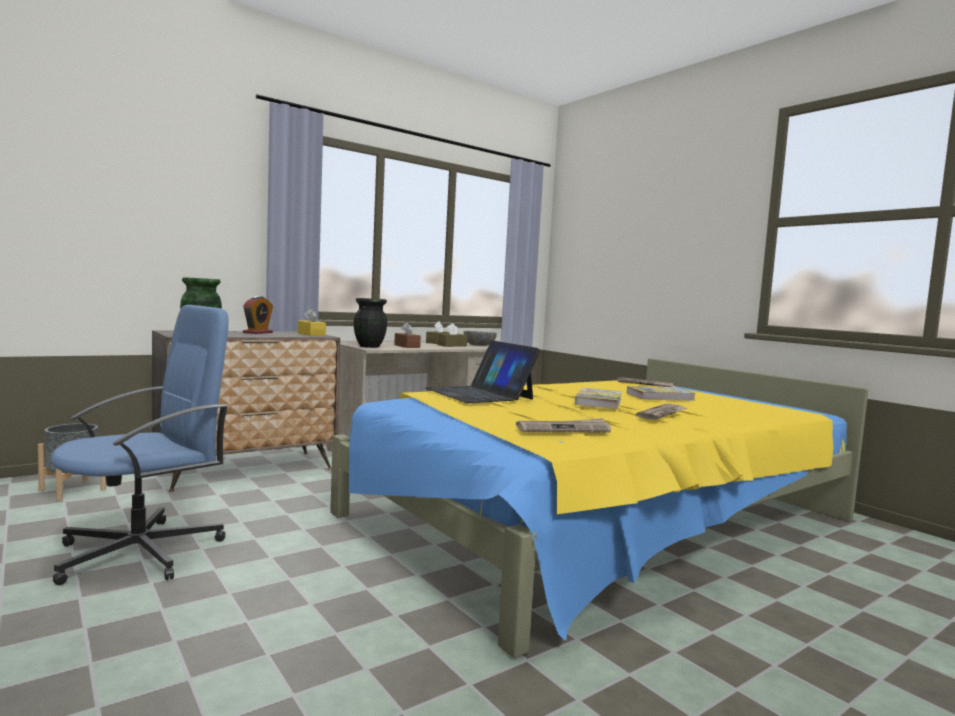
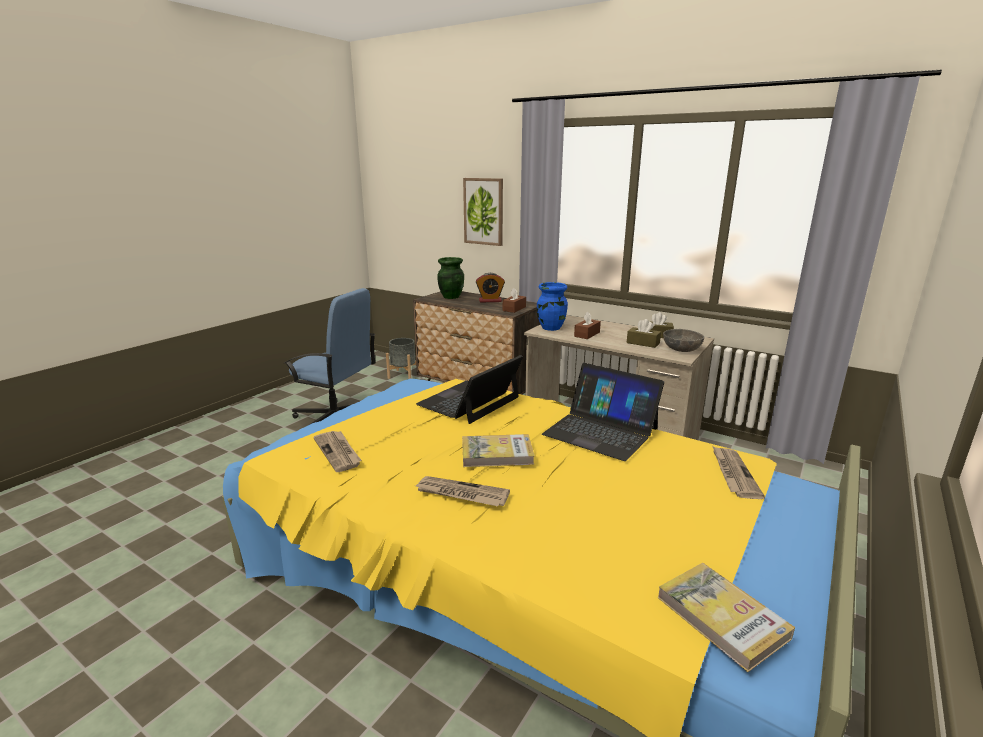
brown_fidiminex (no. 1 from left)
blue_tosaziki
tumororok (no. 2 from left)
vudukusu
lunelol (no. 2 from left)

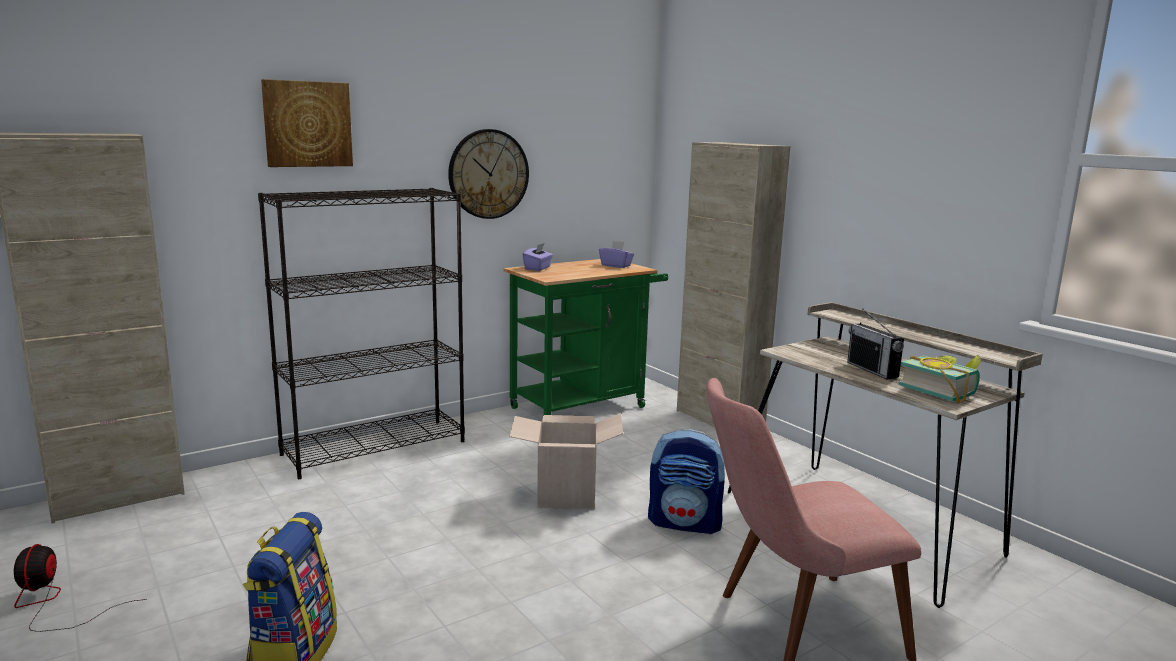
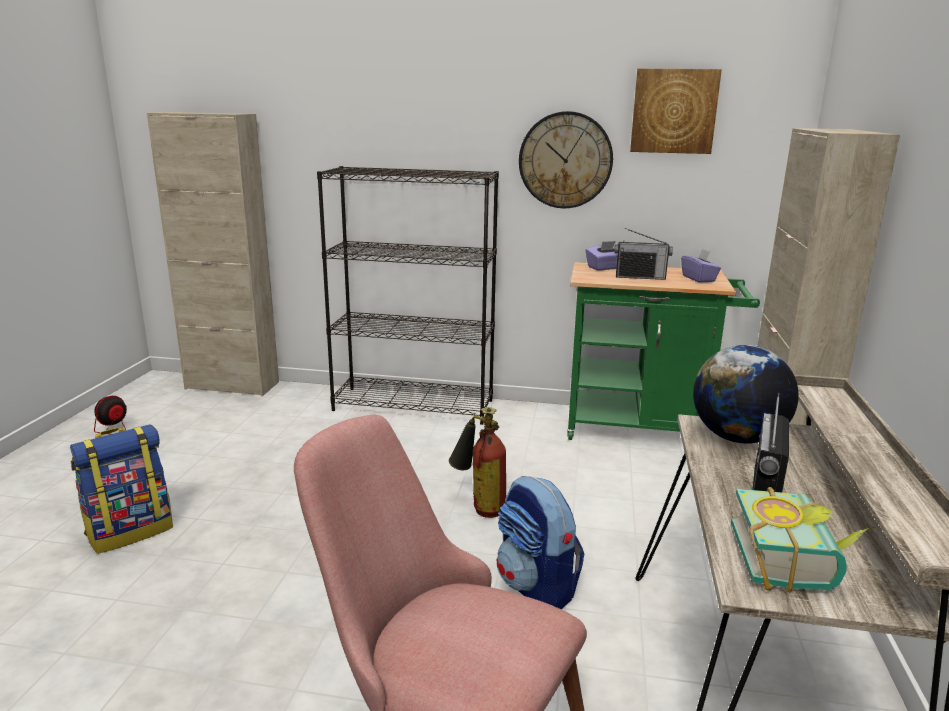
vudukusu
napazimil
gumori (no. 1 from left)
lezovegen

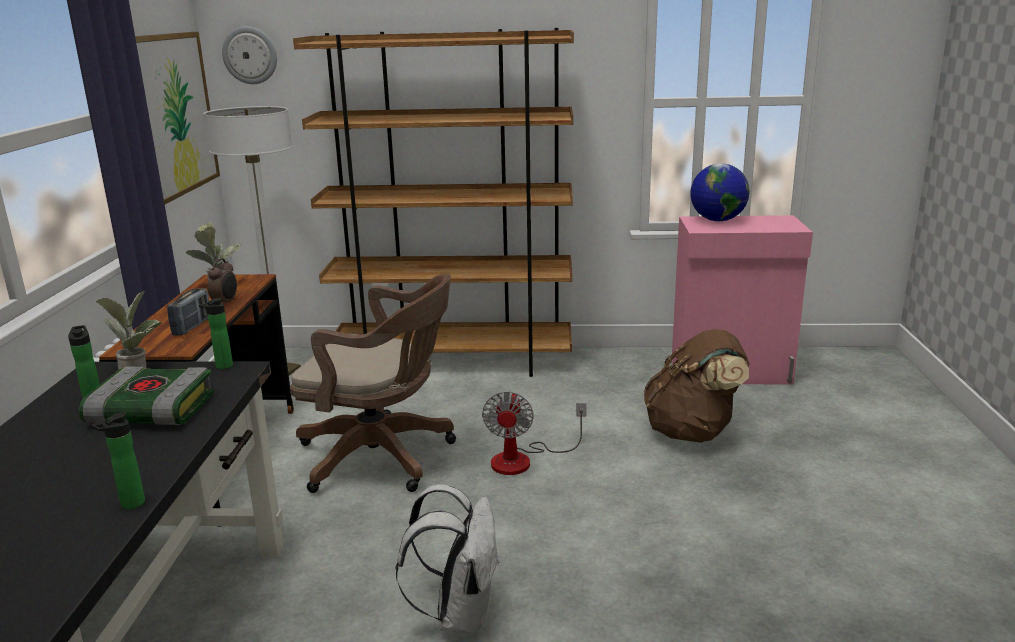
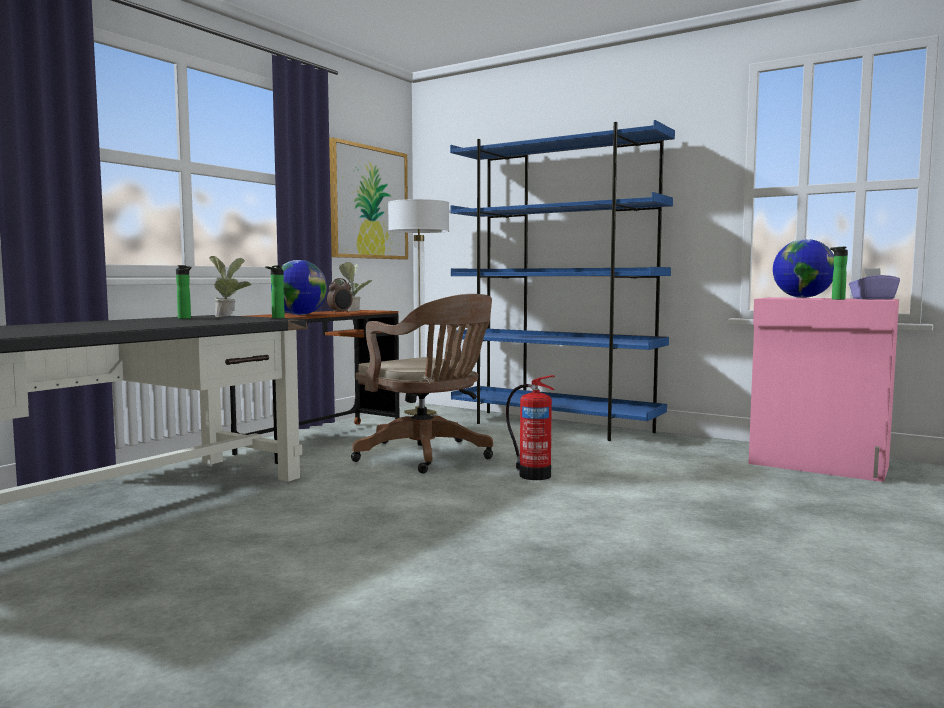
tumororok
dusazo (no. 3 from left)
lezovegen (no. 1 from left)
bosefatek
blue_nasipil
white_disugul
napazimil
brown_disugul
purple_fidiminex

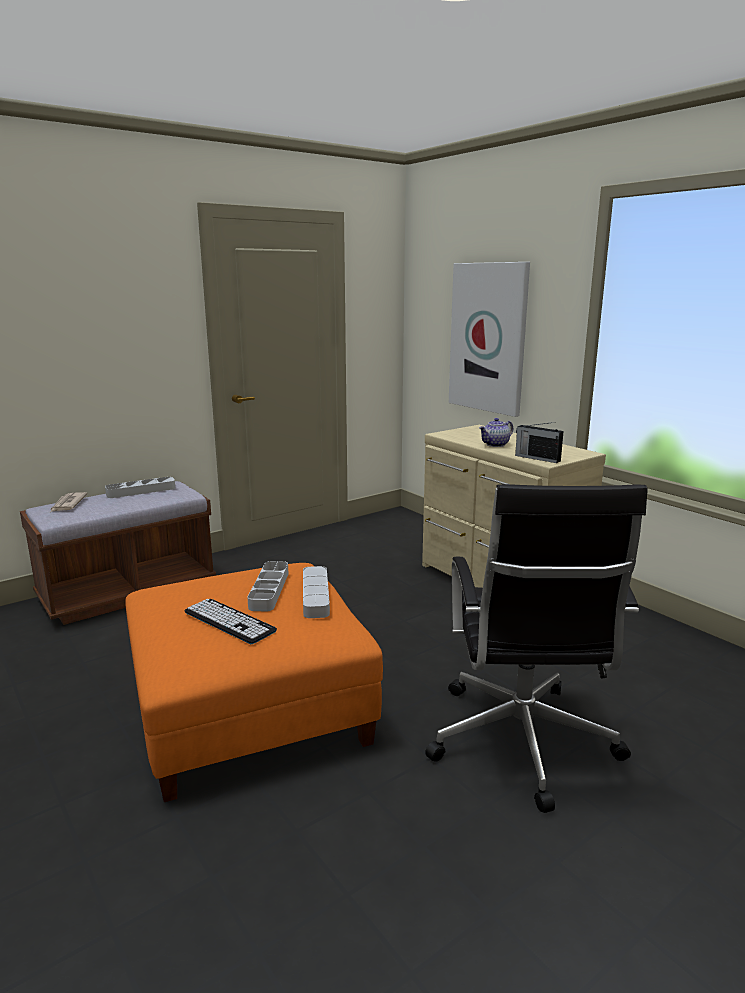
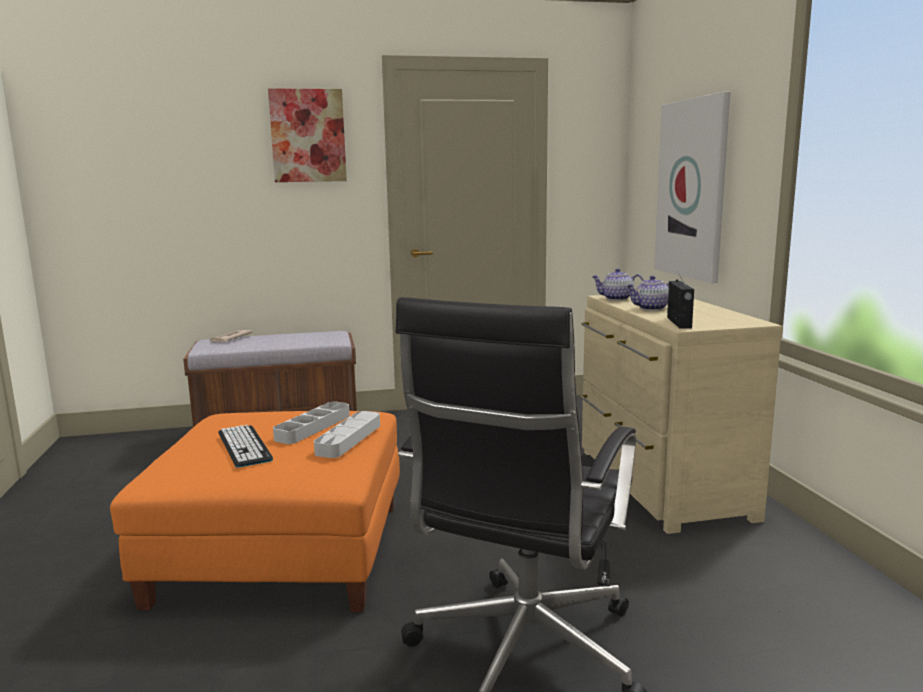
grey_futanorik (no. 1 from left in the first image)
gumori
vudukusu (no. 1 from left)
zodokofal (no. 1 from left)

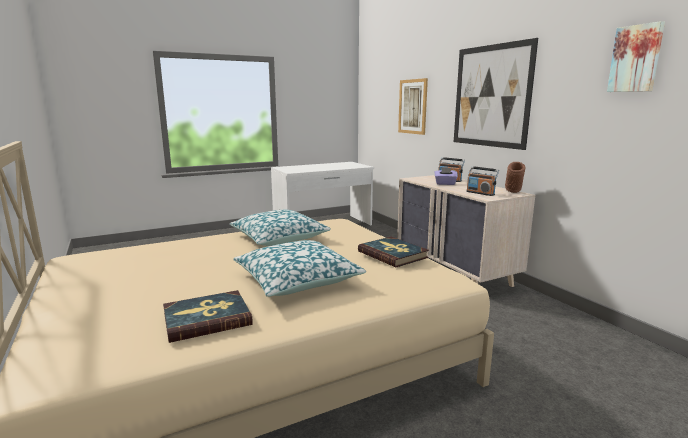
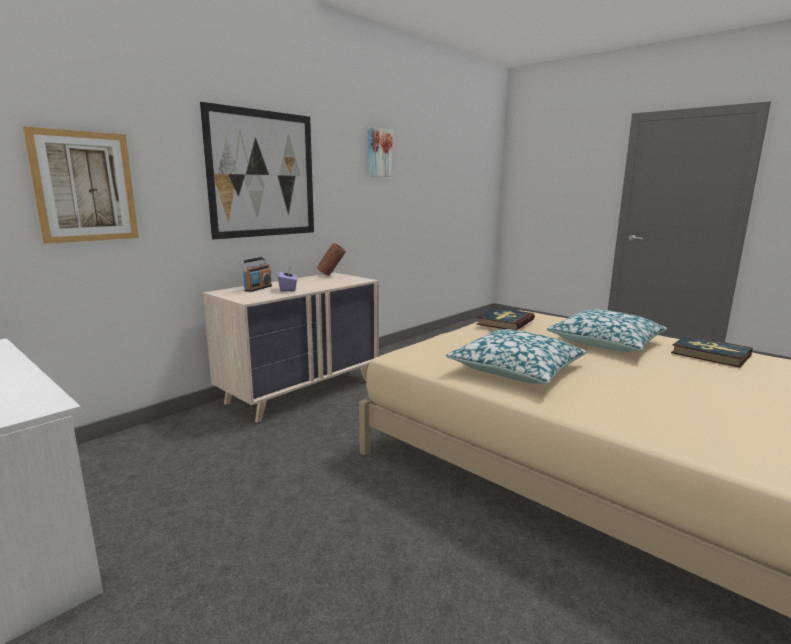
gumori (no. 2 from left in the first image)

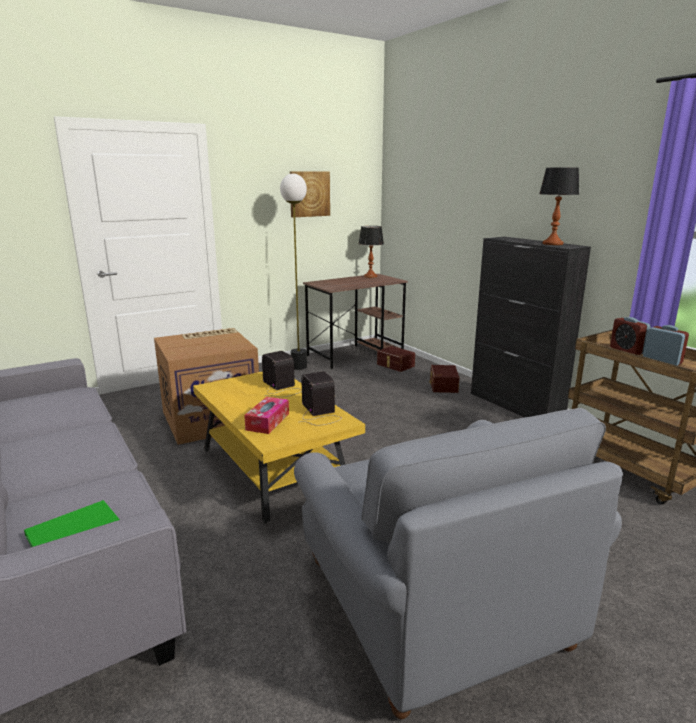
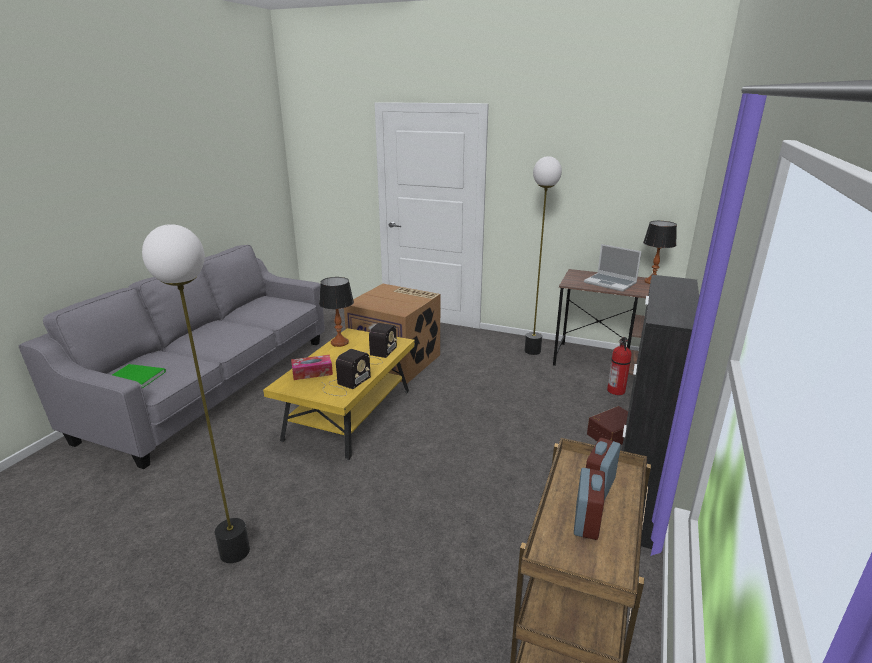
vudukusu
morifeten (no. 1 from left)
napazimil
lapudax (no. 1 from left)
lunelol

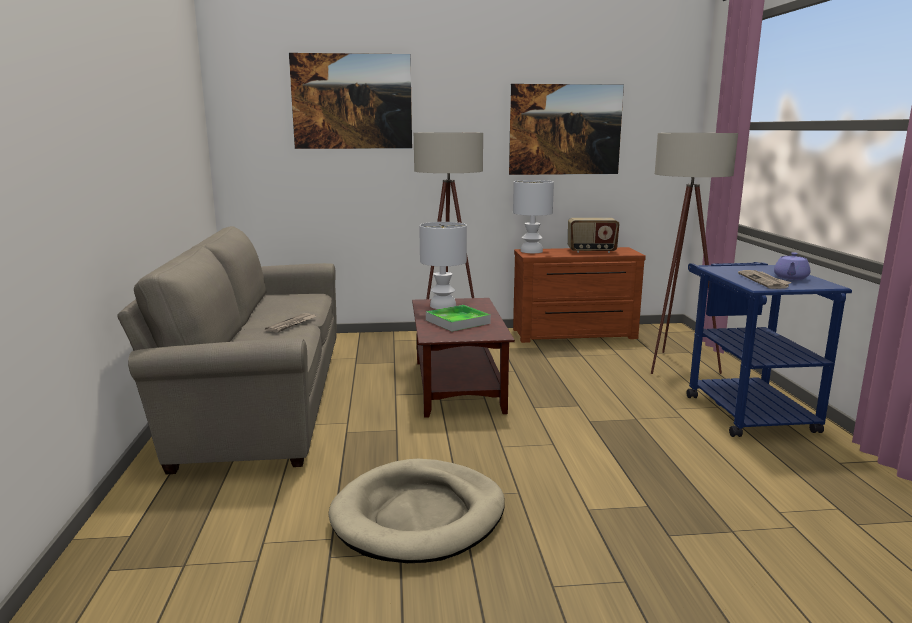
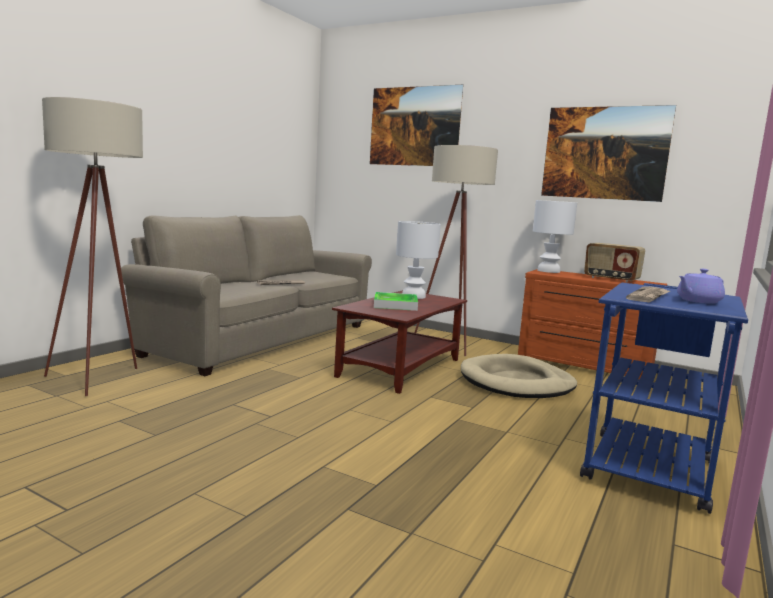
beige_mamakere
beige_morifeten (no. 1 from left)

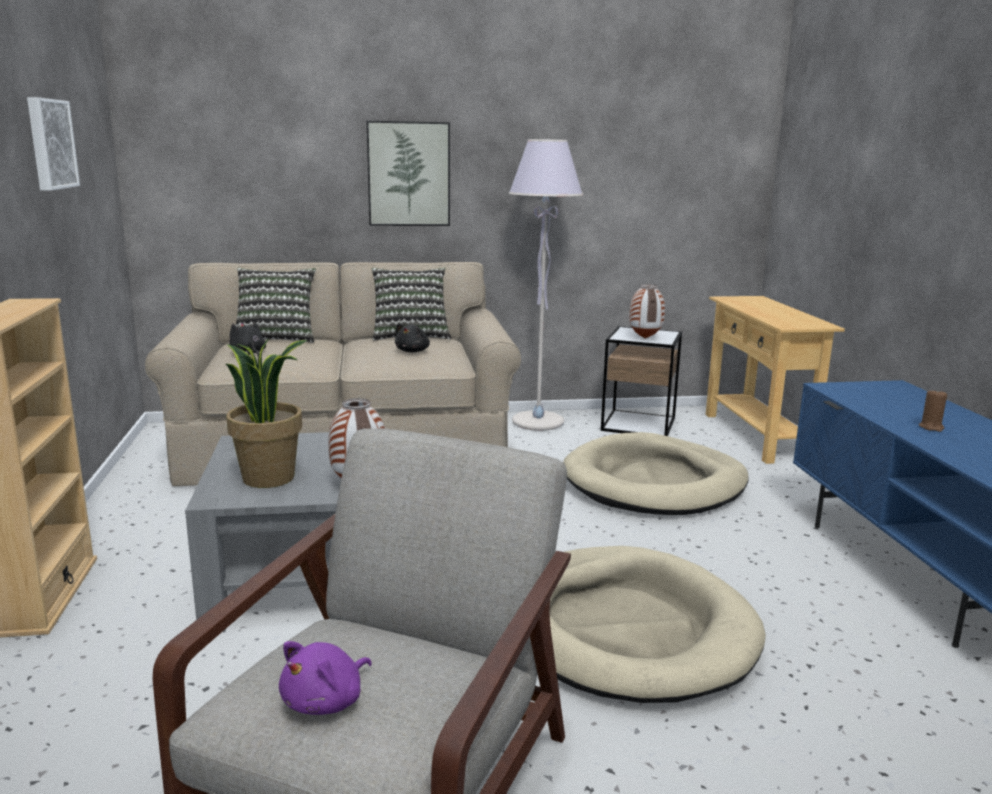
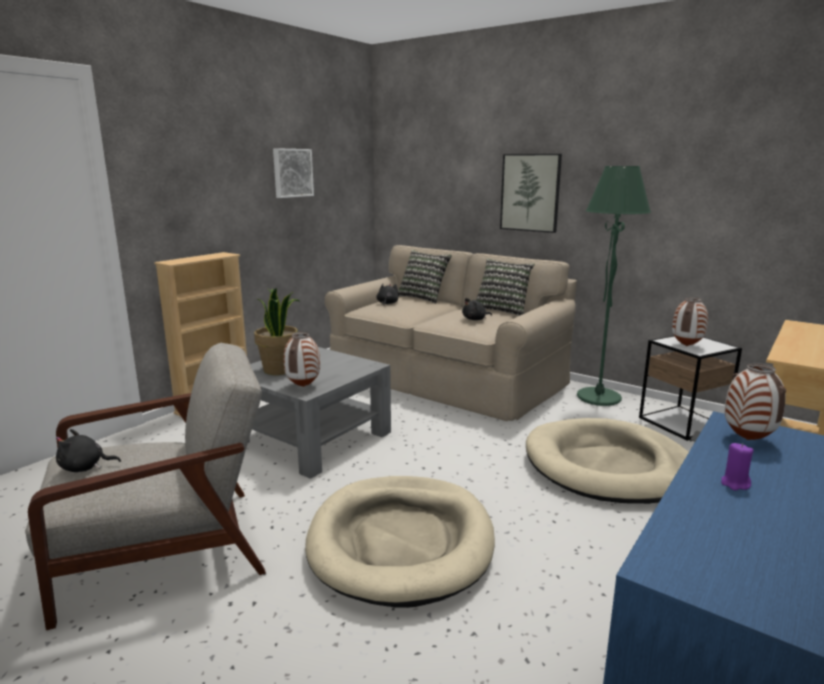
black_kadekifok (no. 1 from left)
green_morifeten
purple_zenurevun
tosaziki (no. 3 from left)

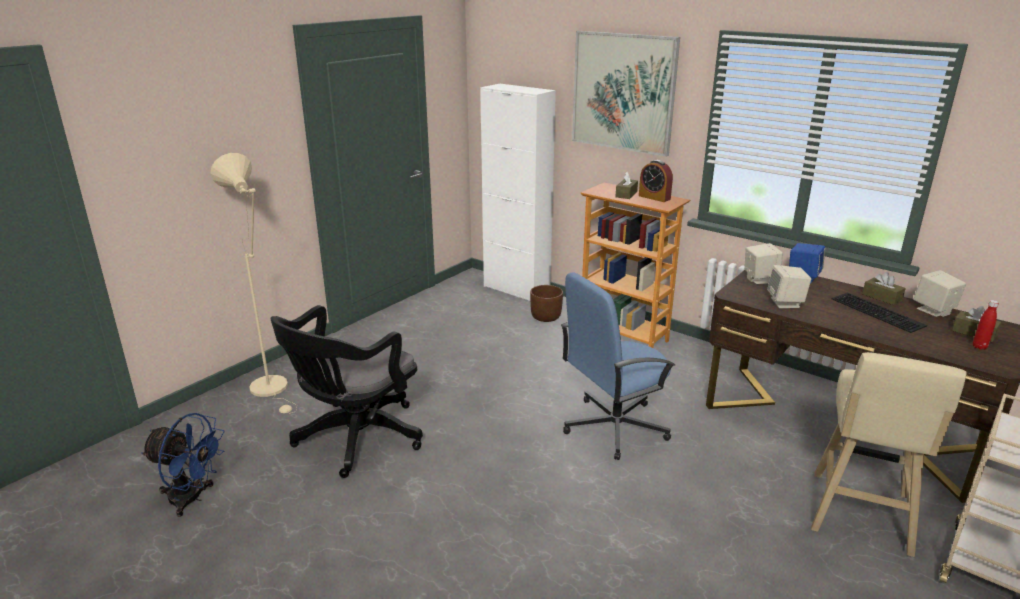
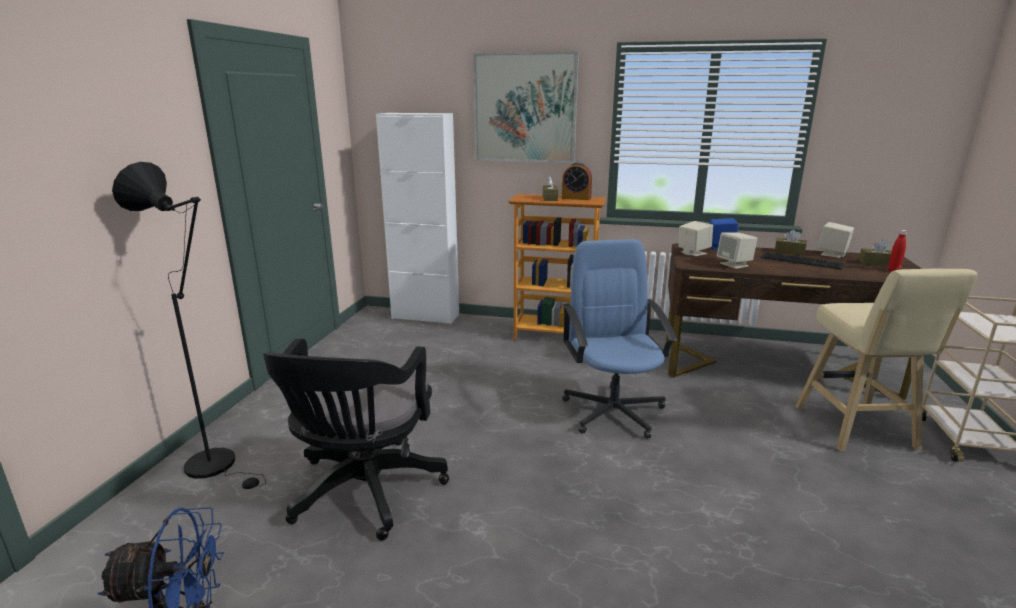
black_morifeten
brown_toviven
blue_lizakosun

